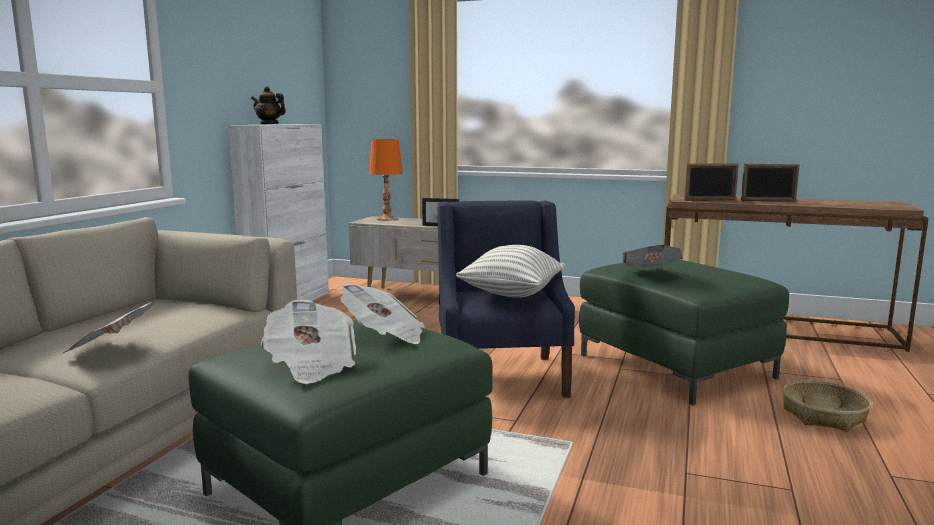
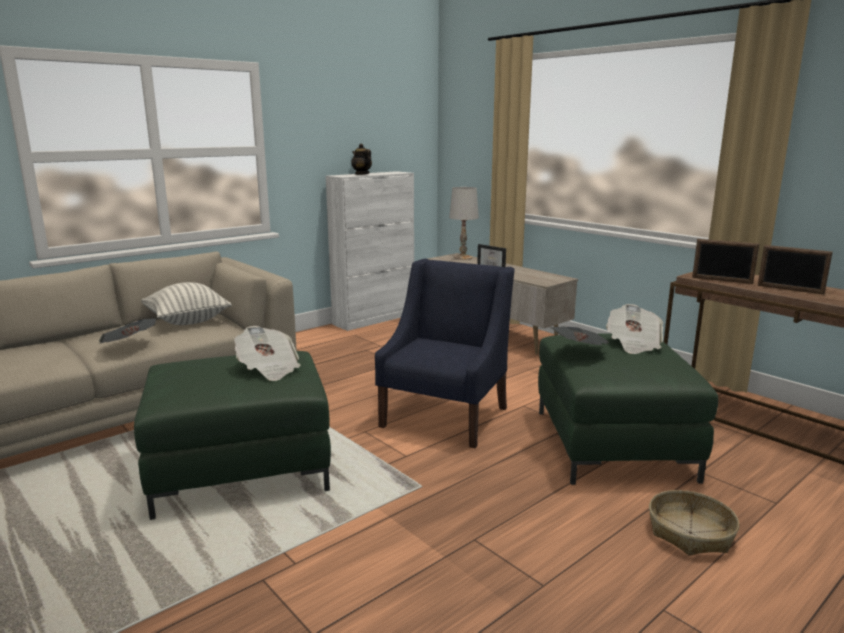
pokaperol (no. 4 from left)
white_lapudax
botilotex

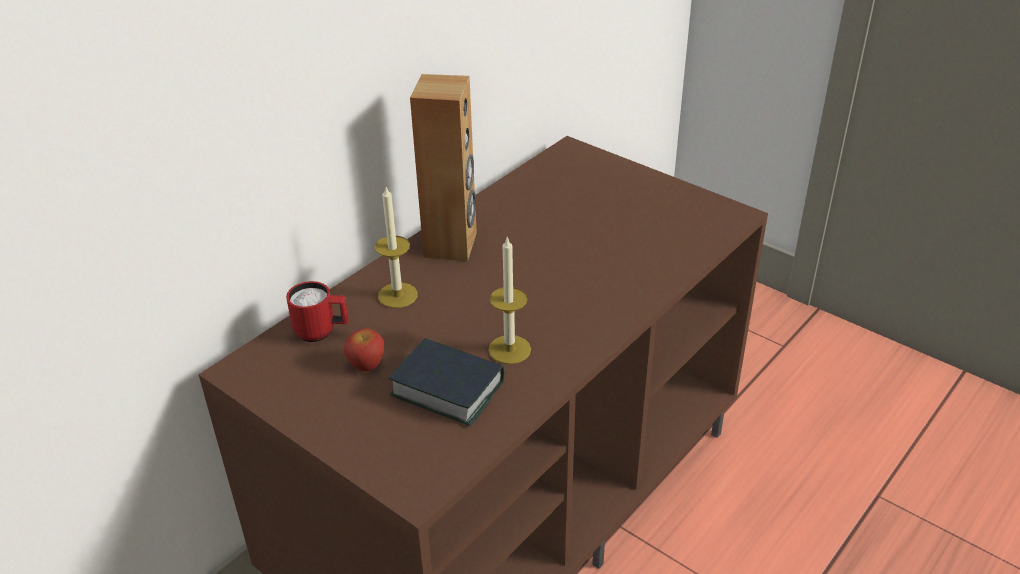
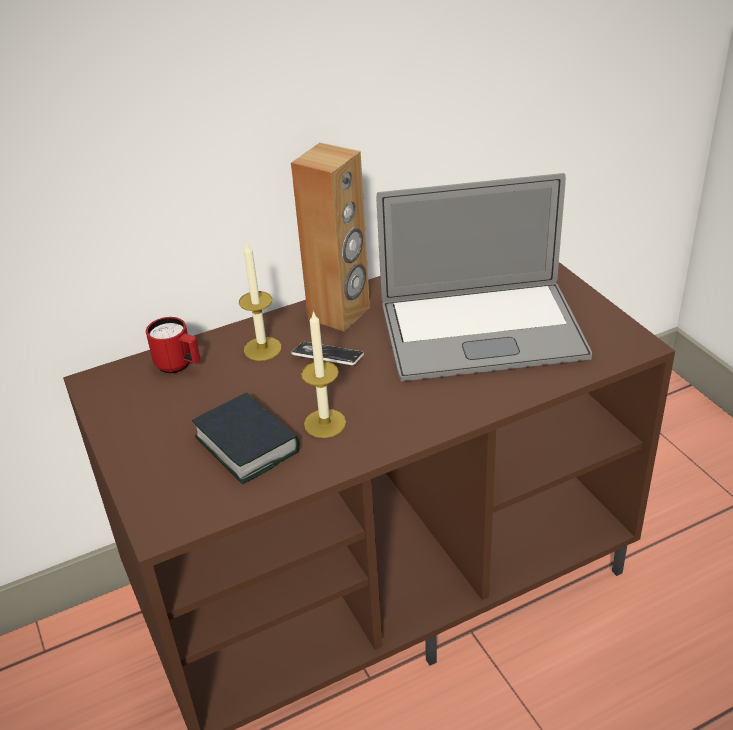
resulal
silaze
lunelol

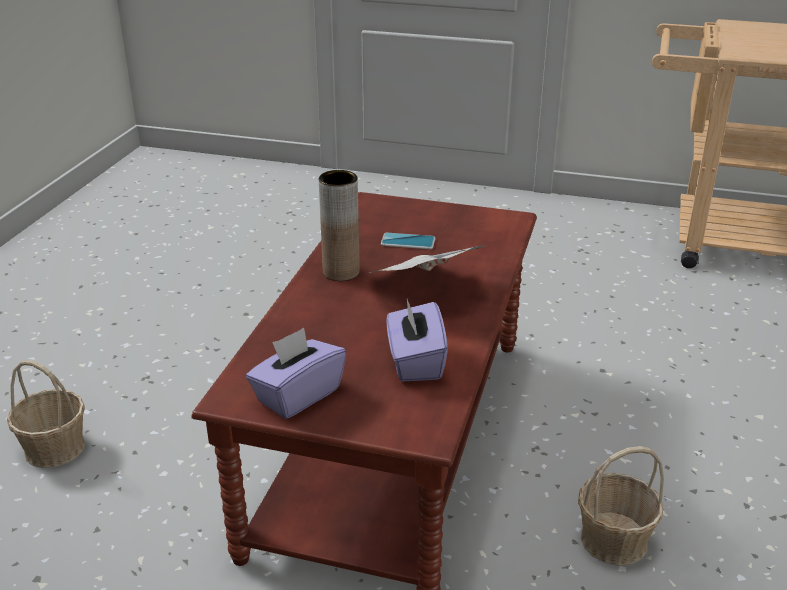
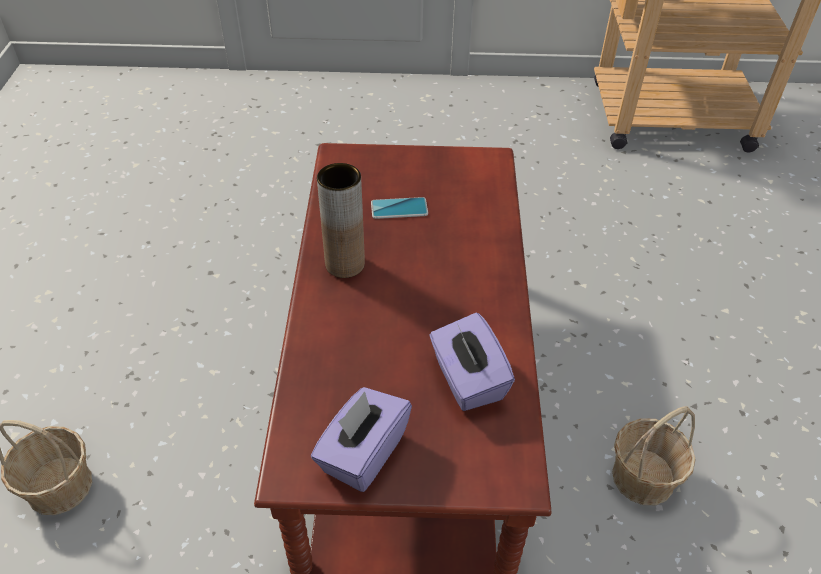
pokaperol

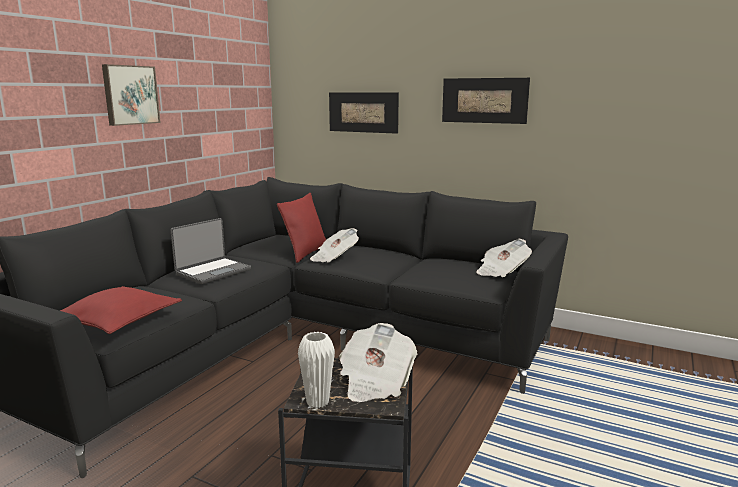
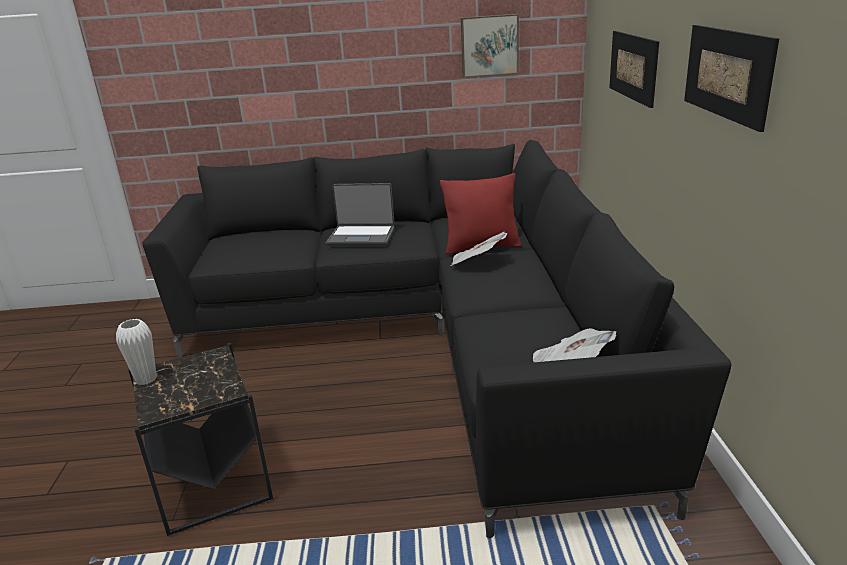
red_botilotex (no. 1 from left in the first image)
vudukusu (no. 1 from left)
pokaperol (no. 2 from left in the first image)

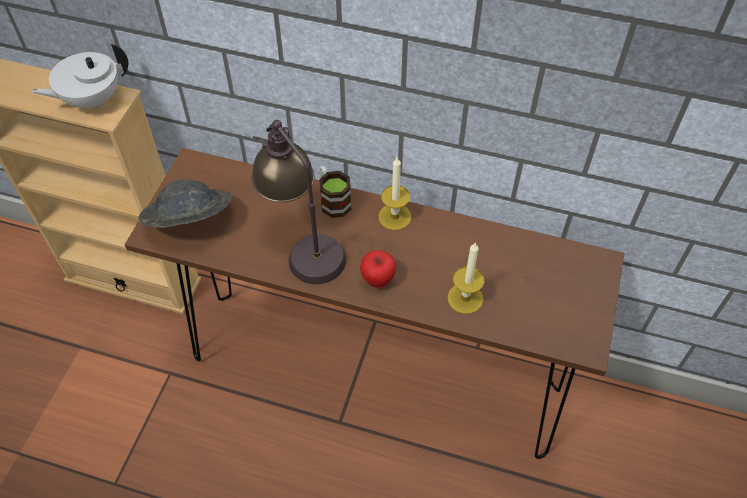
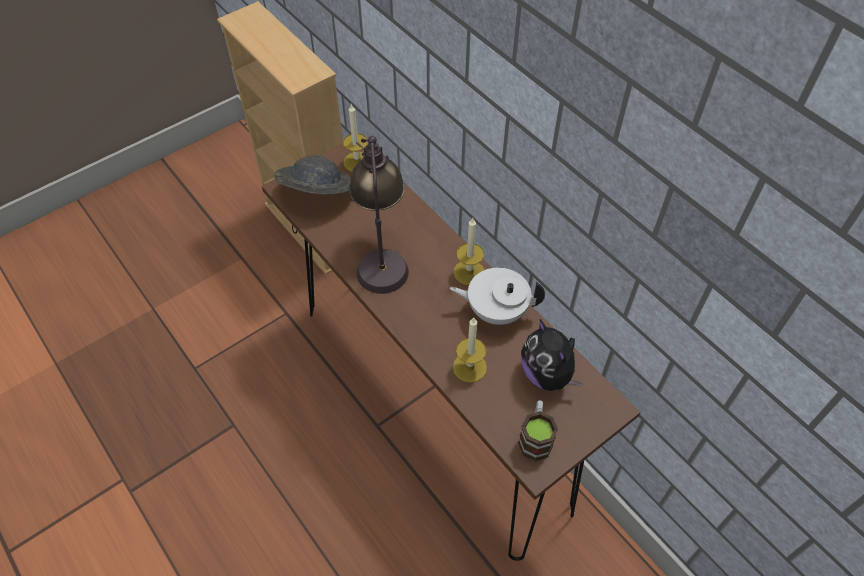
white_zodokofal
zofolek
resulal
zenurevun (no. 1 from left)
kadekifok

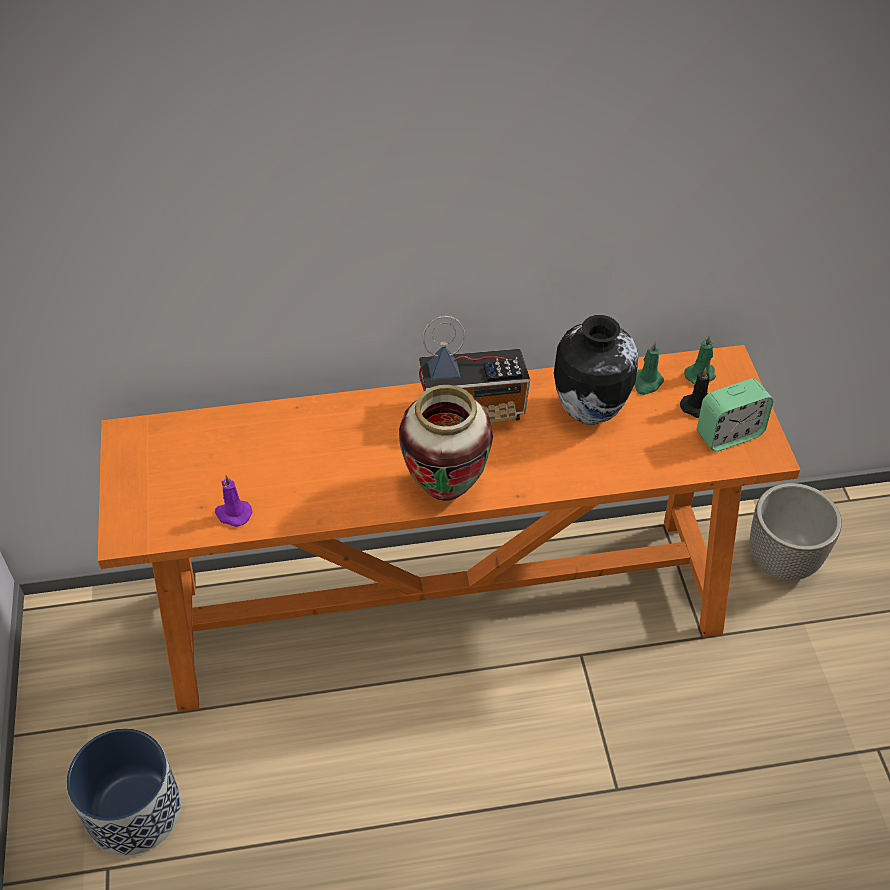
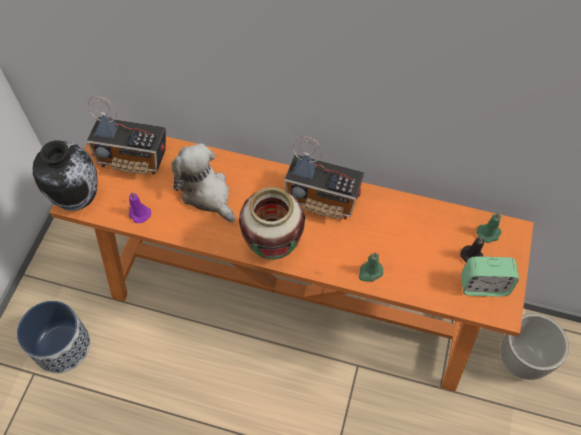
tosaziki (no. 1 from left)
green_zenurevun (no. 1 from left)
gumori (no. 1 from left)
kadekifok

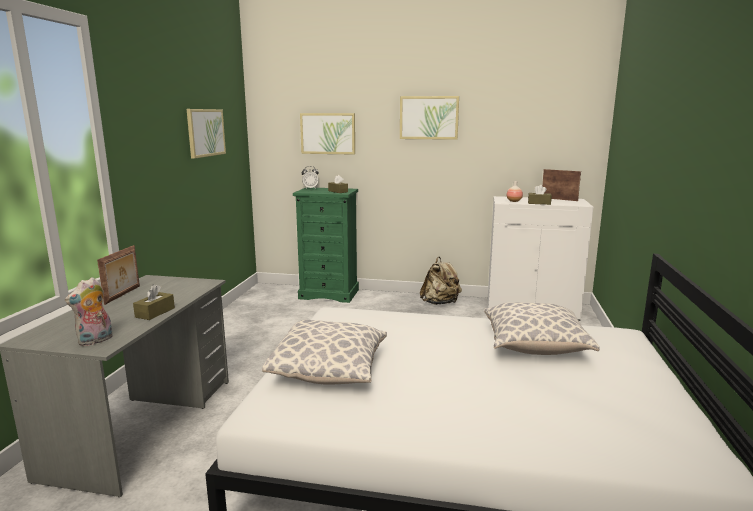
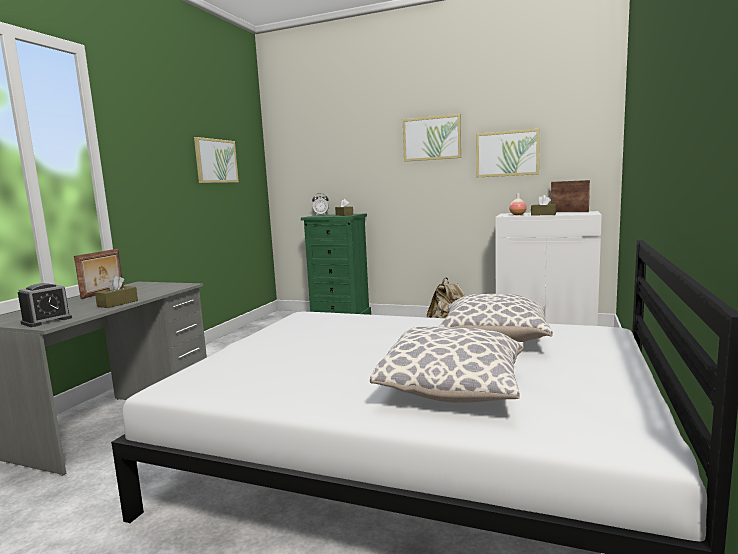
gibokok (no. 1 from left)
botilotex (no. 1 from left)
vudukusu (no. 3 from left)

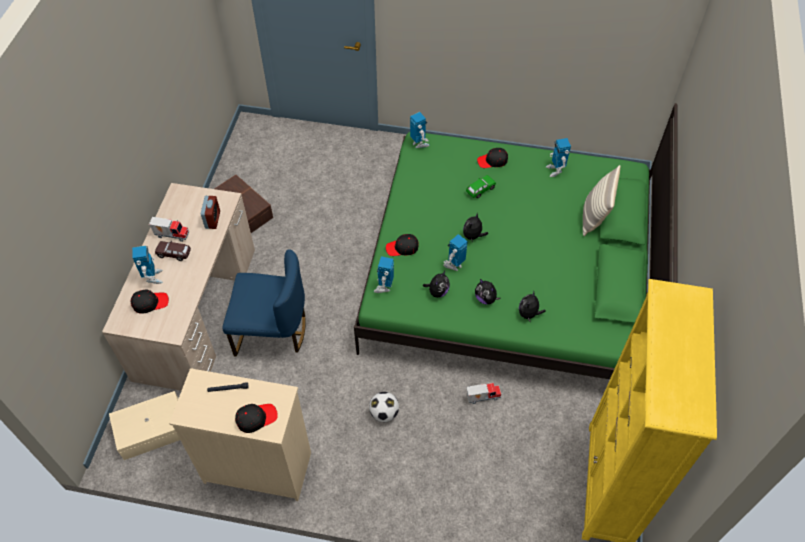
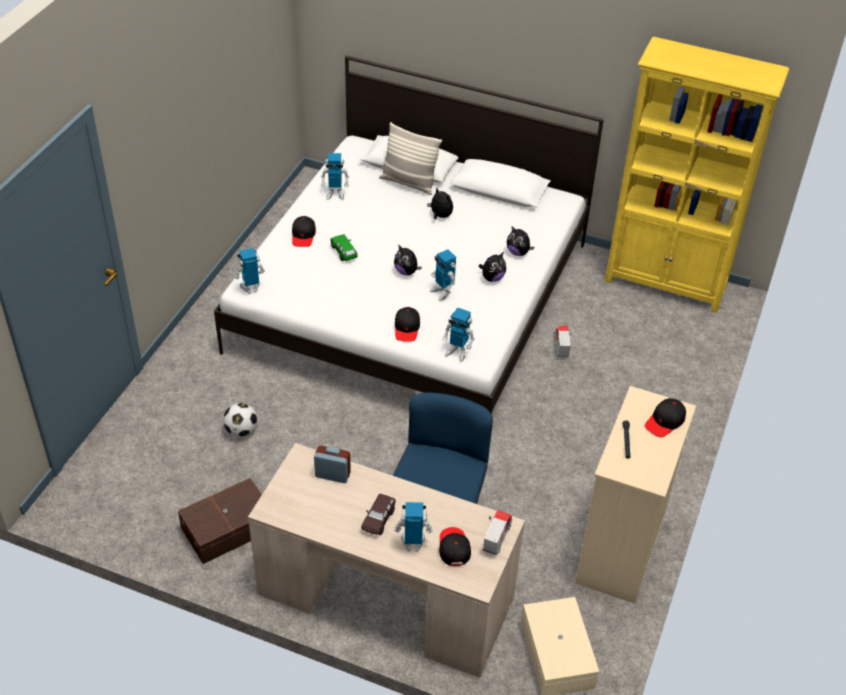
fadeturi (no. 1 from left)
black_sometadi (no. 4 from left)
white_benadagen
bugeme
kadekifok (no. 2 from left)

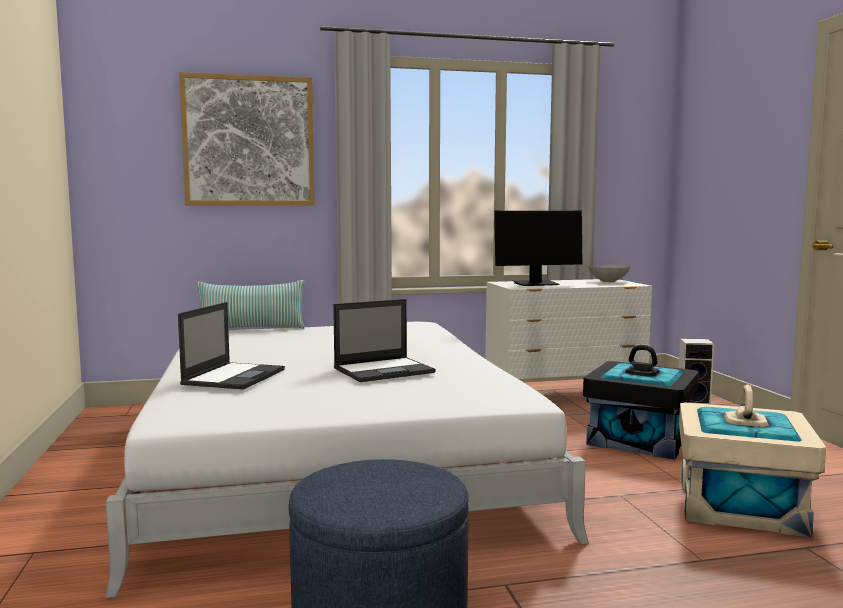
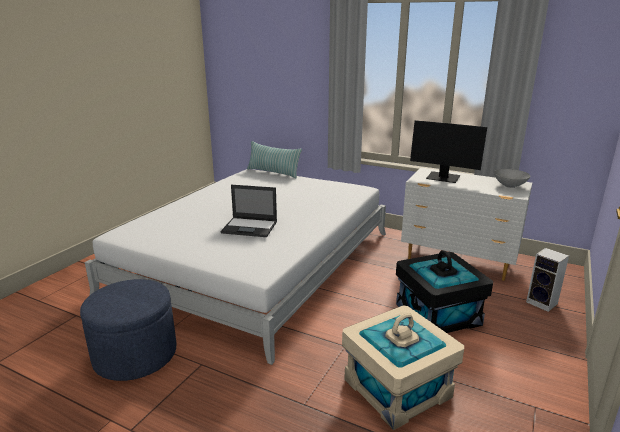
lunelol (no. 1 from left in the first image)
vudukusu

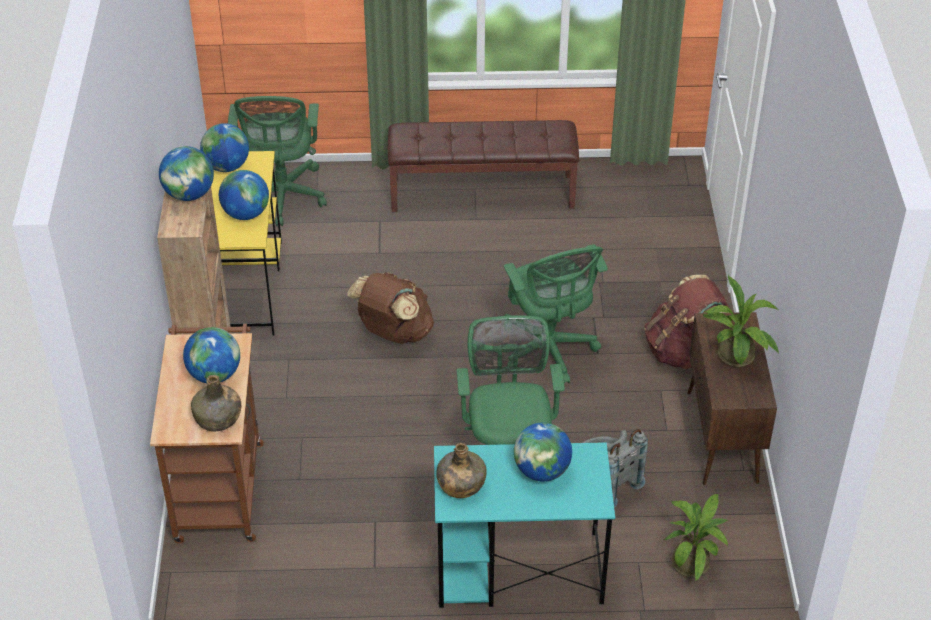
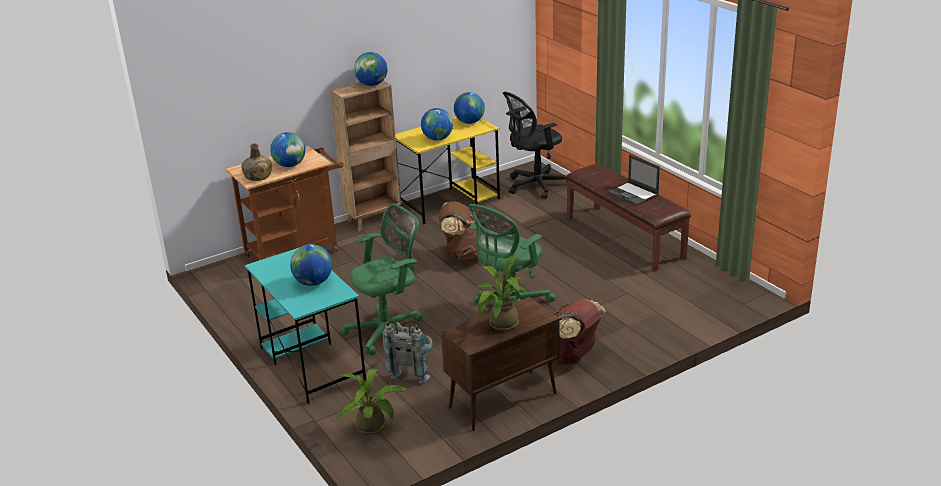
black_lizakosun
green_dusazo (no. 2 from left in the first image)
lunelol

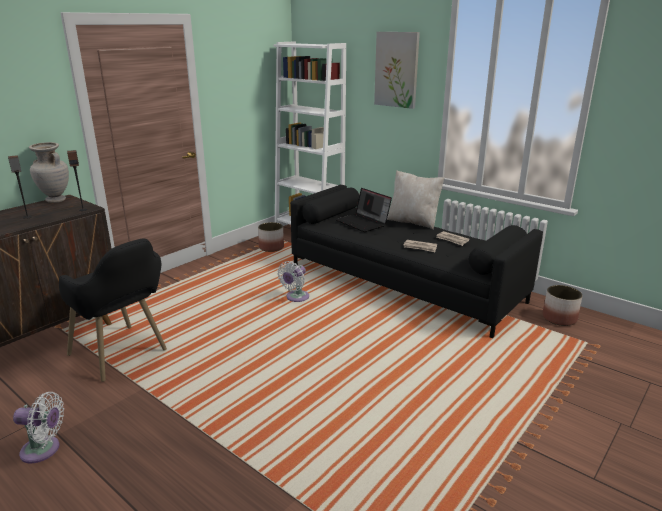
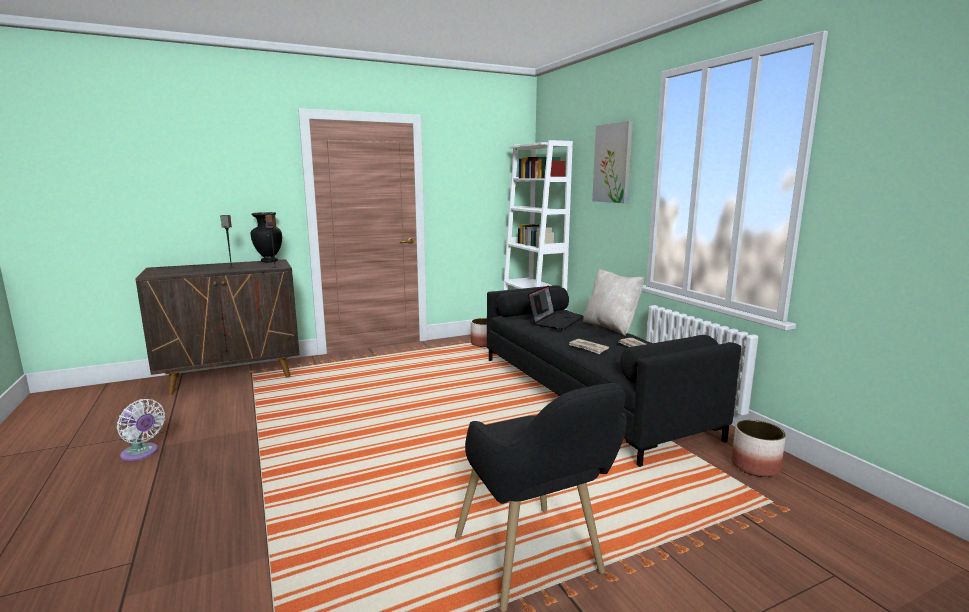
black_tosaziki
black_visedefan
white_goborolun (no. 2 from left in the first image)
lunelol

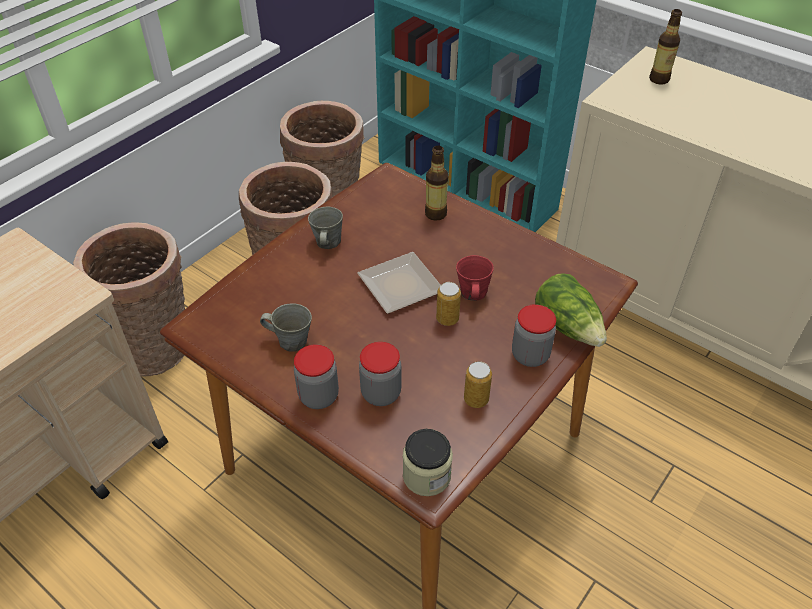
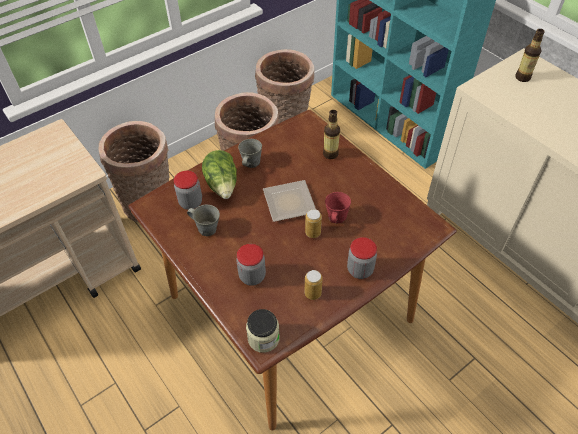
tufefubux (no. 1 from left)
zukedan

